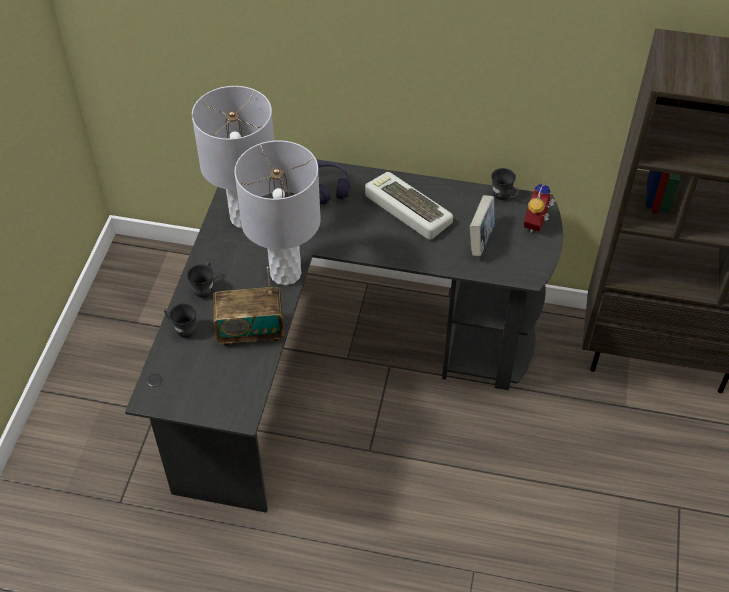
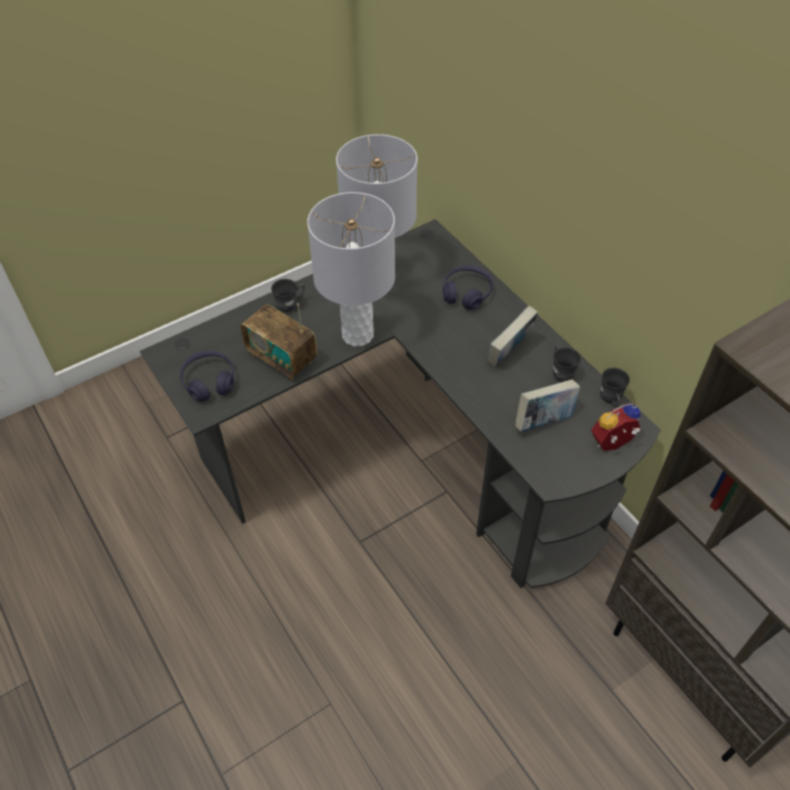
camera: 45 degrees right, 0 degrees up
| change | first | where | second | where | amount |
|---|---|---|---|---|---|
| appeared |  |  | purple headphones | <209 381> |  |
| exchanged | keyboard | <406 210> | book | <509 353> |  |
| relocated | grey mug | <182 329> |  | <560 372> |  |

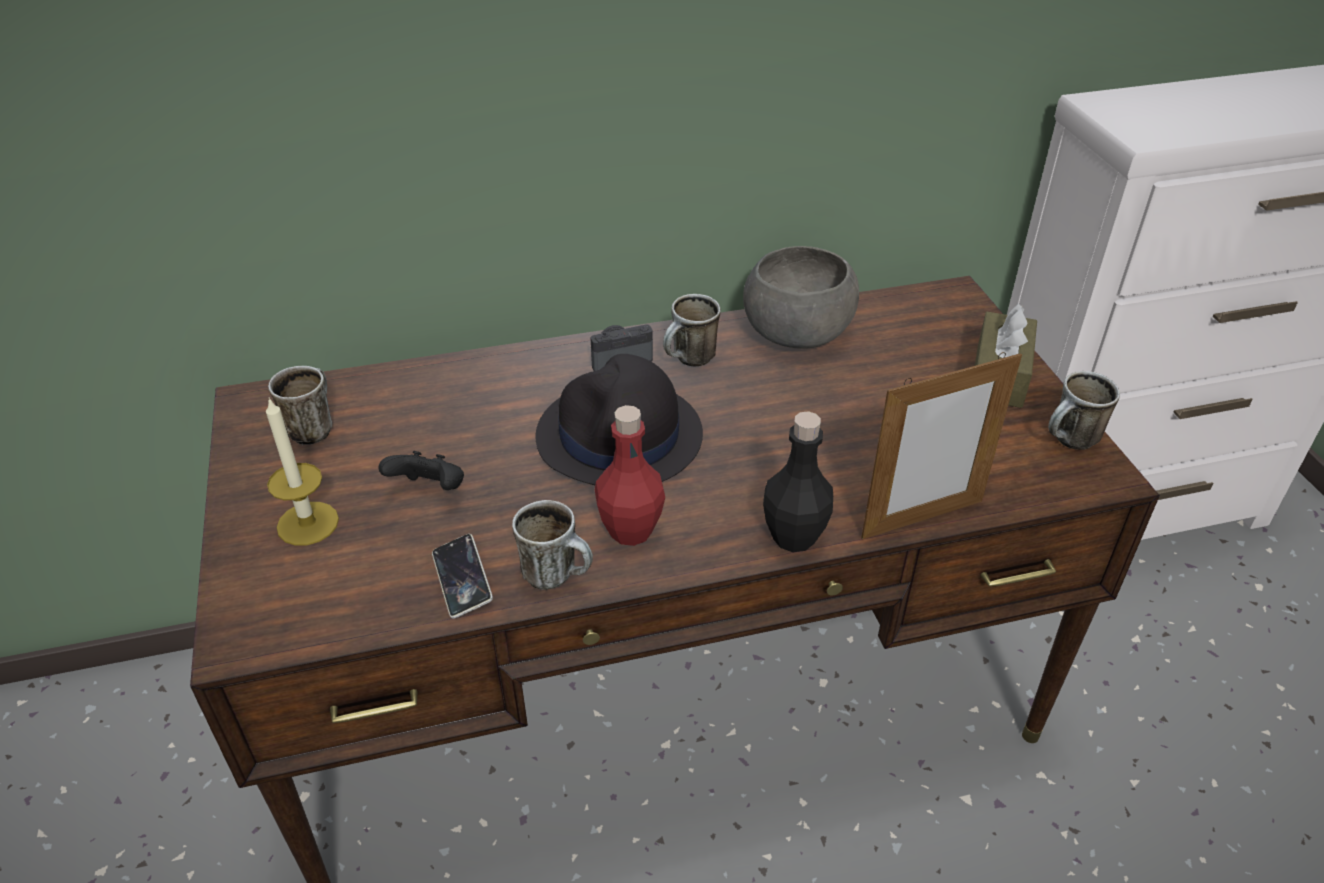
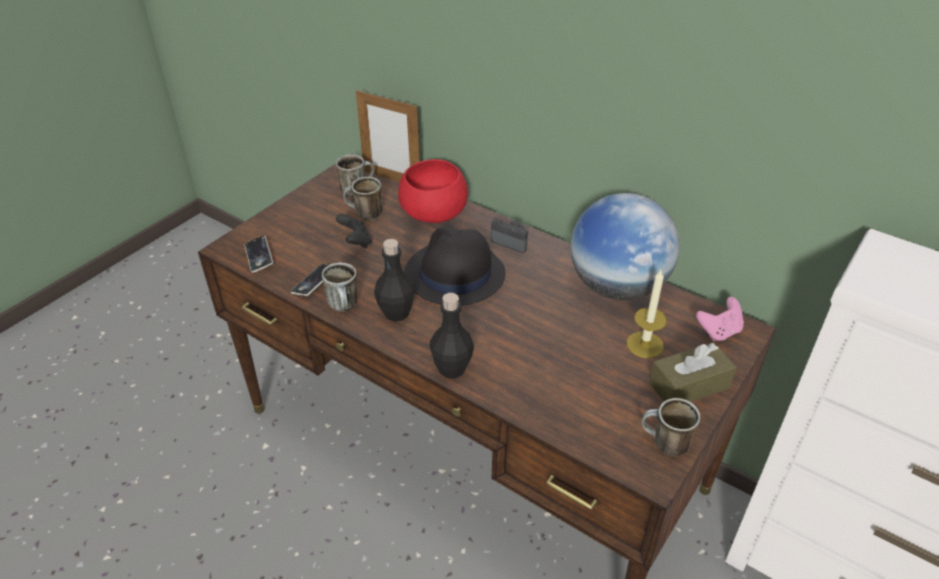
camera: 50 degrees right, 0 degrees up
| change | first | where | second | where | amount |
|---|---|---|---|---|---|
| appeared |  |  | phone | <259 256> |  |
| relocated | mug | <690 361> |  | <364 215> |  |
| relocated | picture frame | <922 519> |  | <392 179> |  |
| colour | red bottle | <630 530> | black bottle | <396 313> |  |
| appeared |  |  | red bowl | <433 212> |  |
| exchanged | grey bowl | <796 330> | globe | <617 286> |  |
| relocated | candle | <308 523> |  | <645 345> |  |
| appeared |  |  | pink game controller | <719 331> |  |

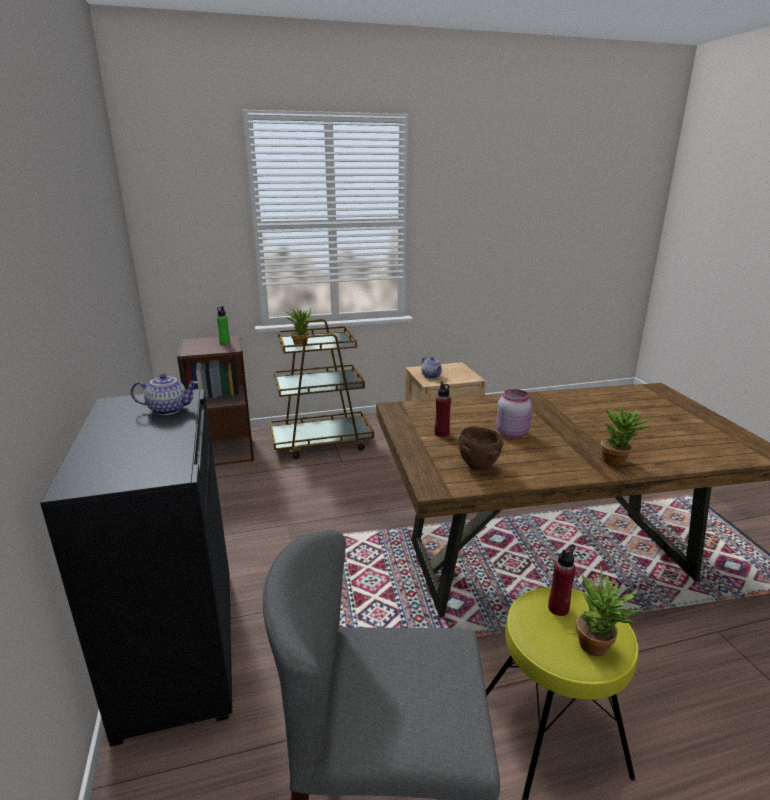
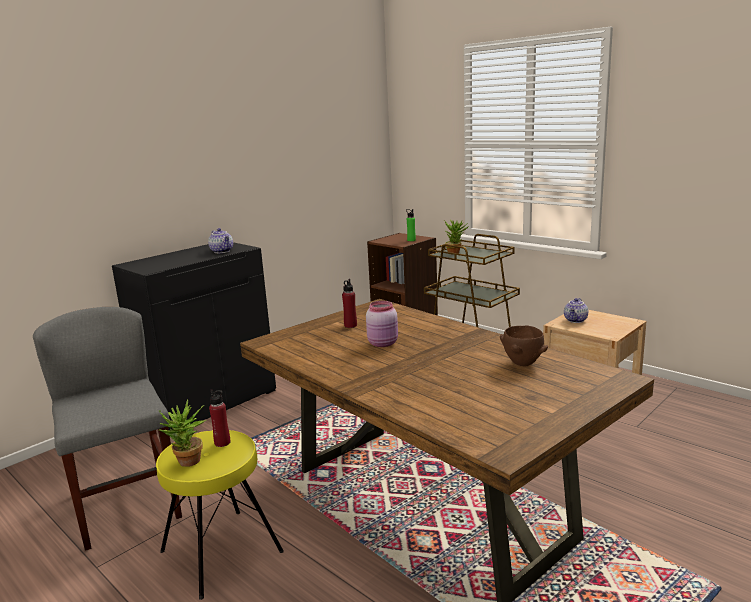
camera: 60 degrees right, 5 degrees down
| change | first | where | second | where | amount |
|---|---|---|---|---|---|
| relocated | brown bowl | <479 467> |  | <523 364> |  |
| missing | potted plant | <618 461> |  |  |  |

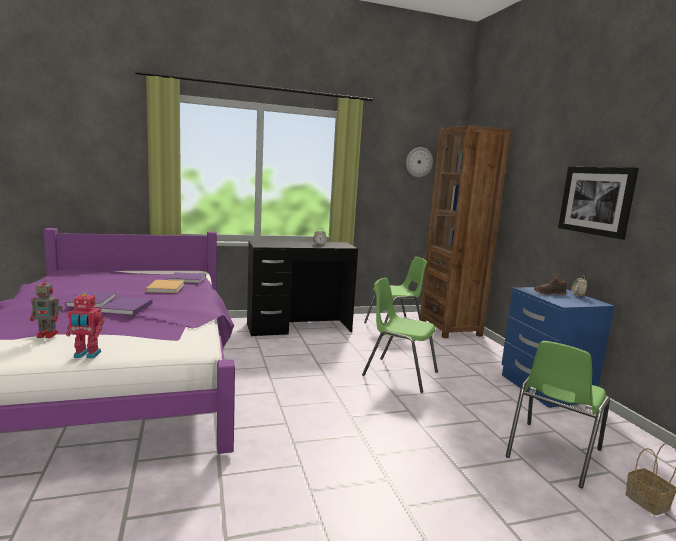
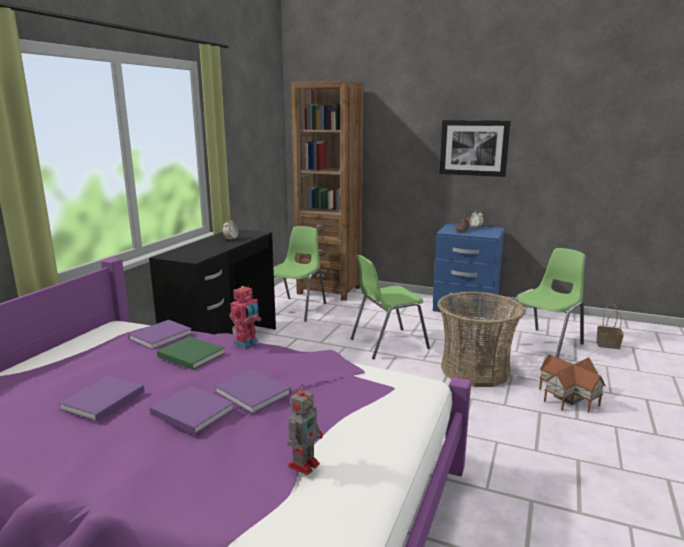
camera: 50 degrees left, 5 degrees up
| change | first | where | second | where | amount |
|---|---|---|---|---|---|
| appeared |  |  | purple book | <101 401> |  |
| colour | beige book | <166 287> | green book | <190 354> |  |
| relocated | toy robot | <86 355> |  | <247 343> |  |
| appeared |  |  | basket | <475 370> |  |
| spun | green chair | <551 453> |  | <545 345> | 120 degrees counterclockwise |
| appeared |  |  | toy house | <569 397> |  |
| missing | wall clock | <419 162> |  |  |  |

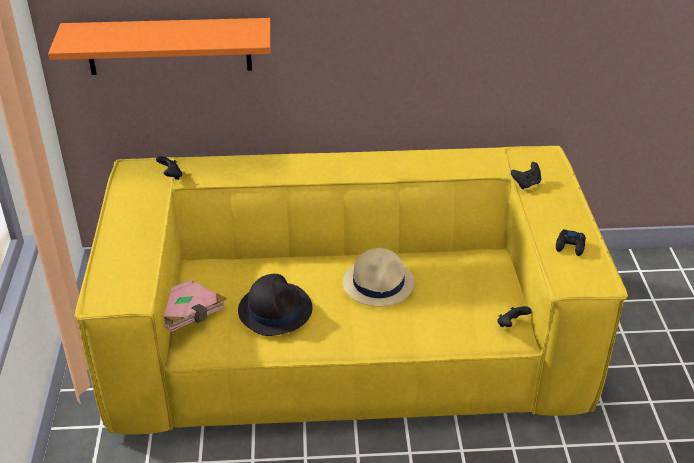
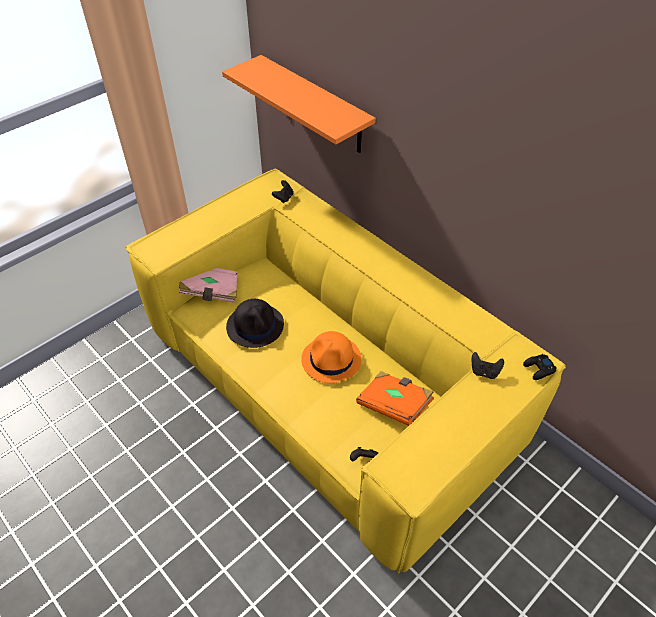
camera: 50 degrees right, 10 degrees up
| change | first | where | second | where | amount |
|---|---|---|---|---|---|
| colour | beige hat | <379 283> | orange hat | <332 360> |  |
| appeared |  |  | orange book | <394 405> |  |
| relocated | black game controller | <570 246> |  | <538 369> |  |

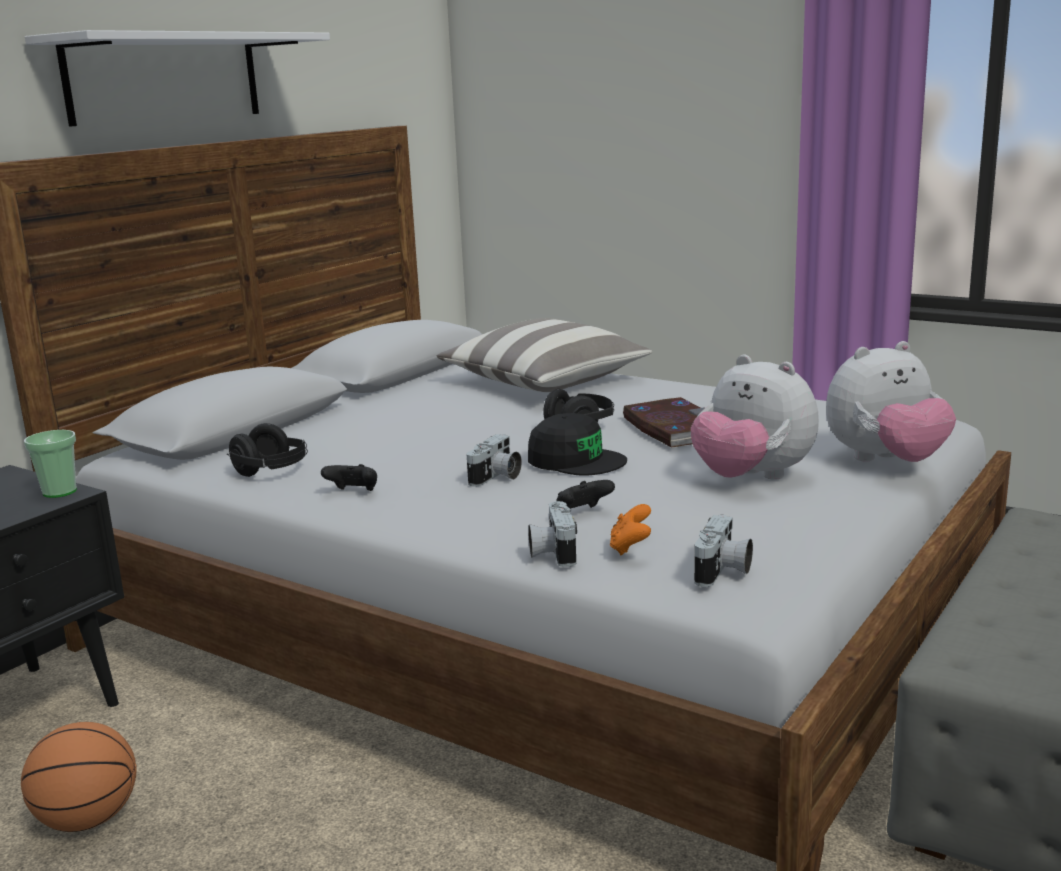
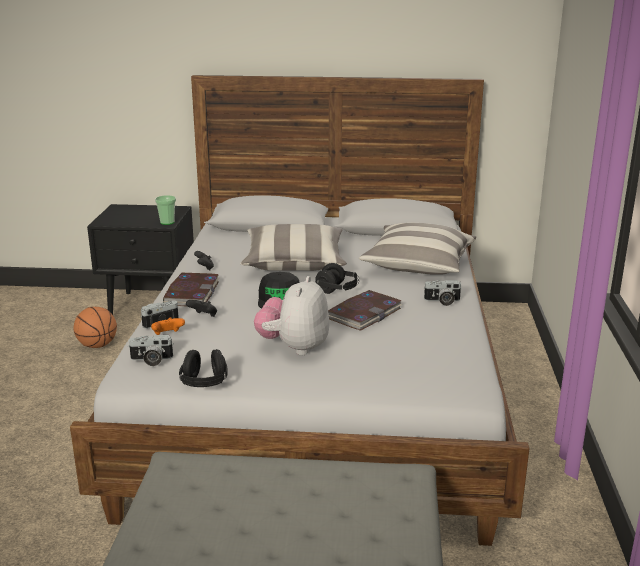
camera: 60 degrees right, 5 degrees up
| change | first | where | second | where | amount |
|---|---|---|---|---|---|
| appeared |  |  | book | <191 293> |  |
| relocated | black headphones | <271 472> |  | <204 384> |  |
| appeared |  |  | pillow | <294 263> |  |
| relocated | photo camera | <496 477> |  | <442 301> |  |
| missing | white shelf | <165 78> |  |  |  |
| missing | plush toy | <885 461> |  |  |  |

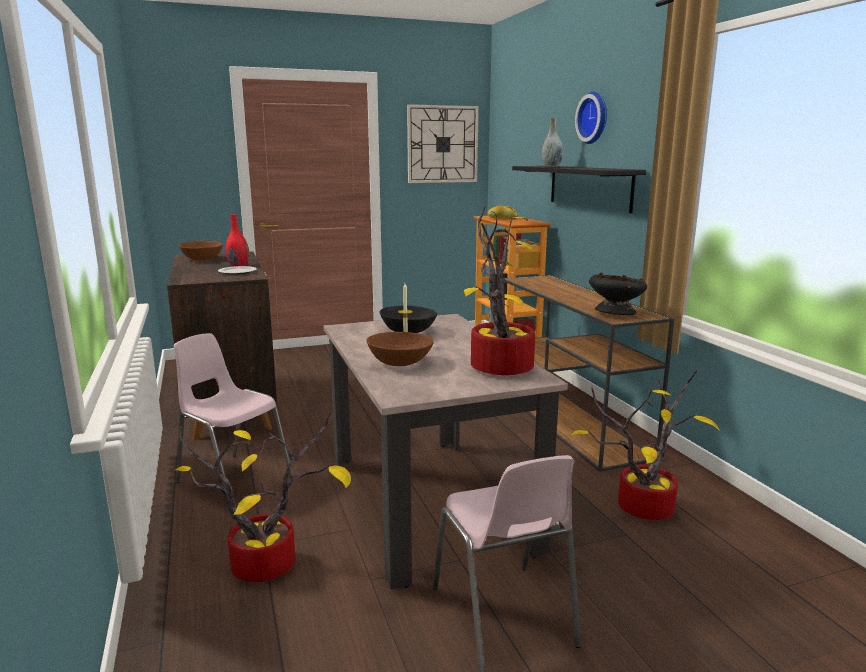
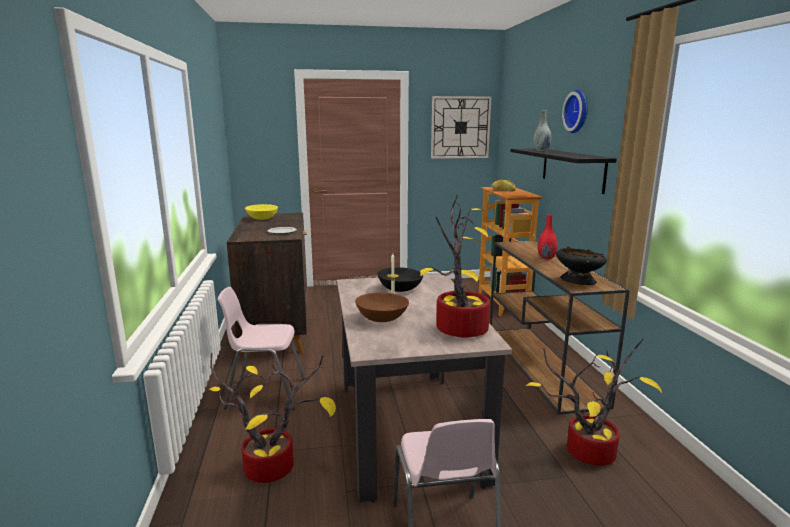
camera: 10 degrees right, 0 degrees up
| change | first | where | second | where | amount |
|---|---|---|---|---|---|
| spun | pink chair | <234 479> |  | <265 393> | 45 degrees counterclockwise |
| colour | brown bowl | <201 259> | yellow bowl | <262 218> |  |
| relocated | red vase | <238 266> |  | <546 257> |  |

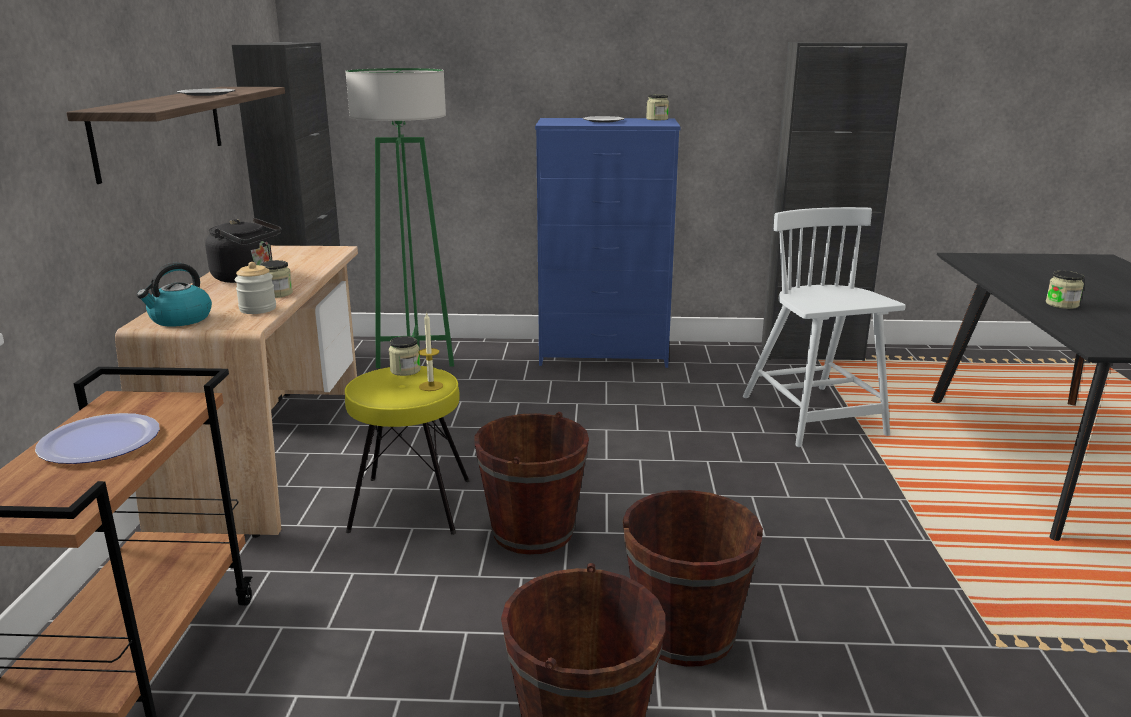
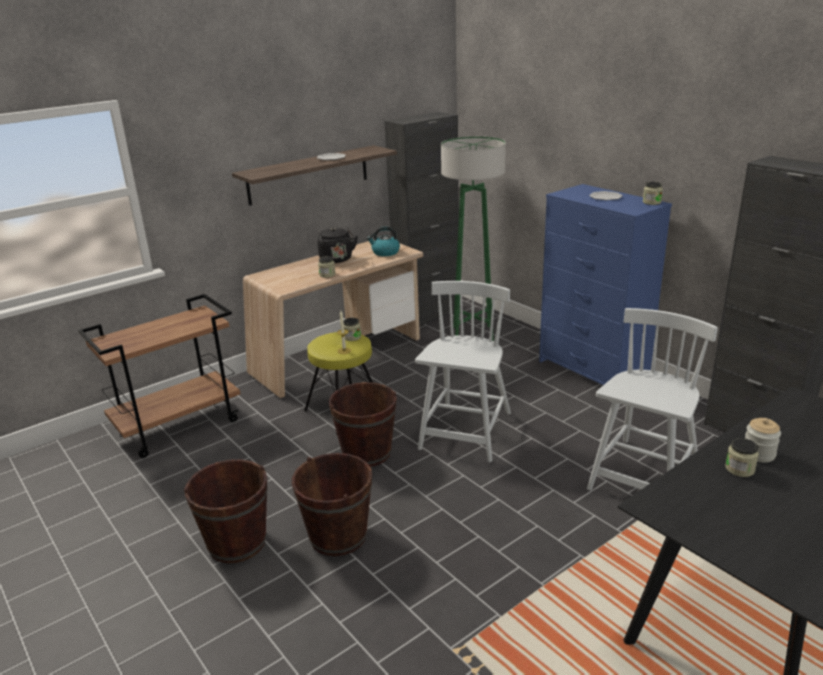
camera: 50 degrees right, 5 degrees up
| change | first | where | second | where | amount |
|---|---|---|---|---|---|
| relocated | kettle | <180 319> |  | <385 252> |  |
| appeared |  |  | white chair | <466 432> |  |
| relocated | jar | <258 309> |  | <758 454> |  |
| missing | plate | <100 441> |  |  |  |

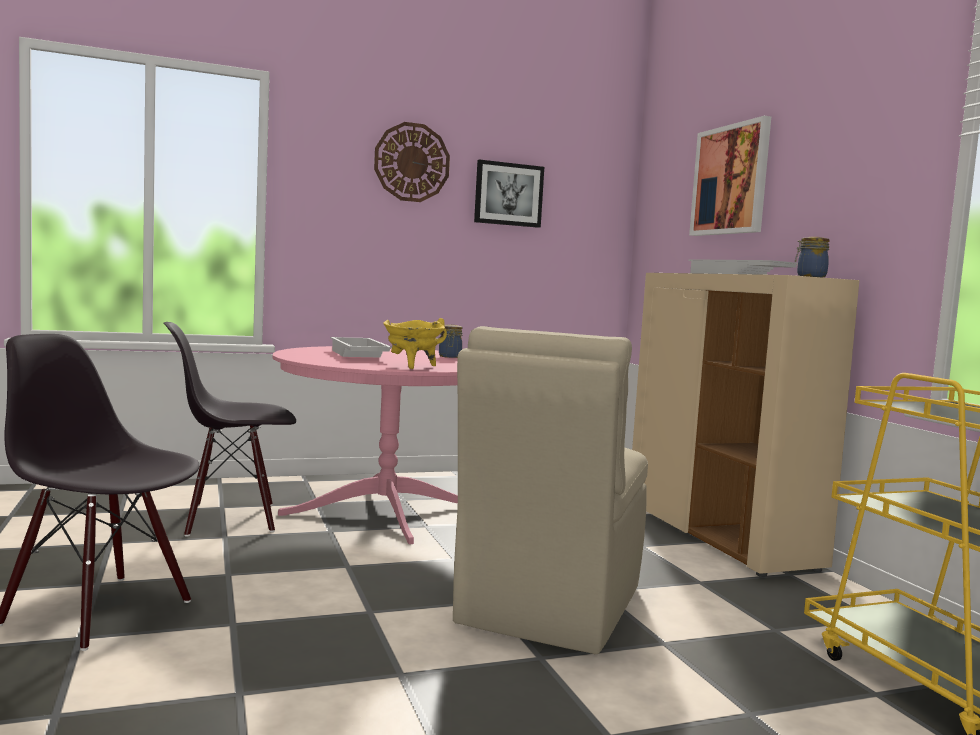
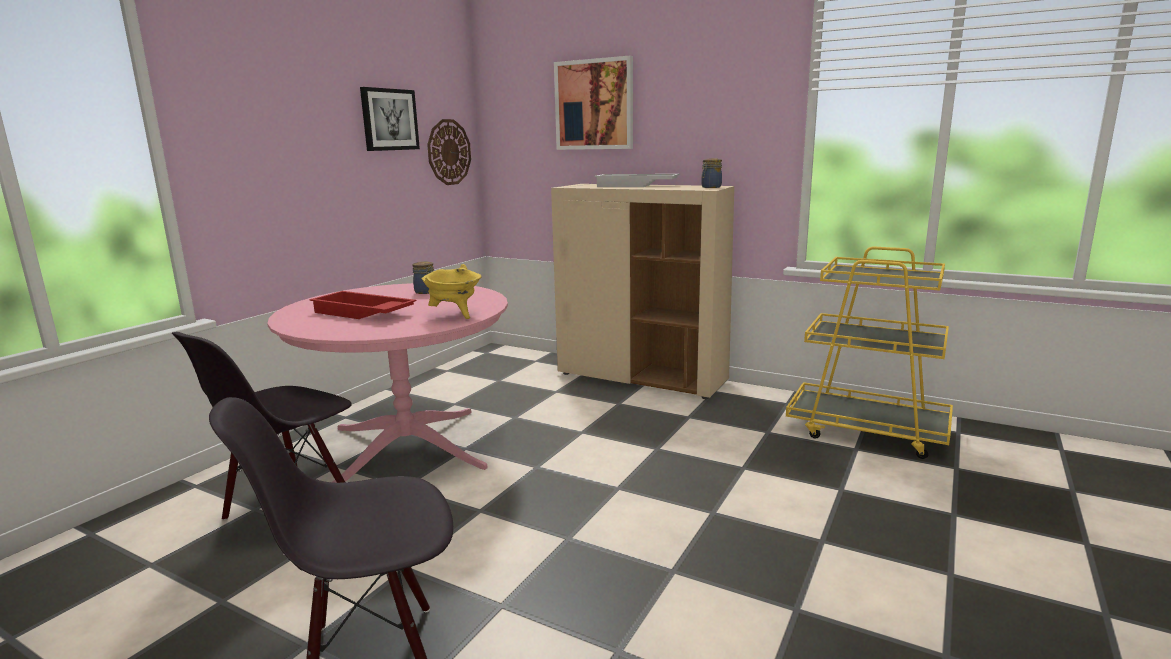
camera: 40 degrees left, 10 degrees up
| change | first | where | second | where | amount |
|---|---|---|---|---|---|
| colour | white tray | <357 355> | red tray | <362 313> |  |
| relocated | wall clock | <412 162> |  | <449 152> |  |
| missing | beige chair | <548 606> |  |  |  |

